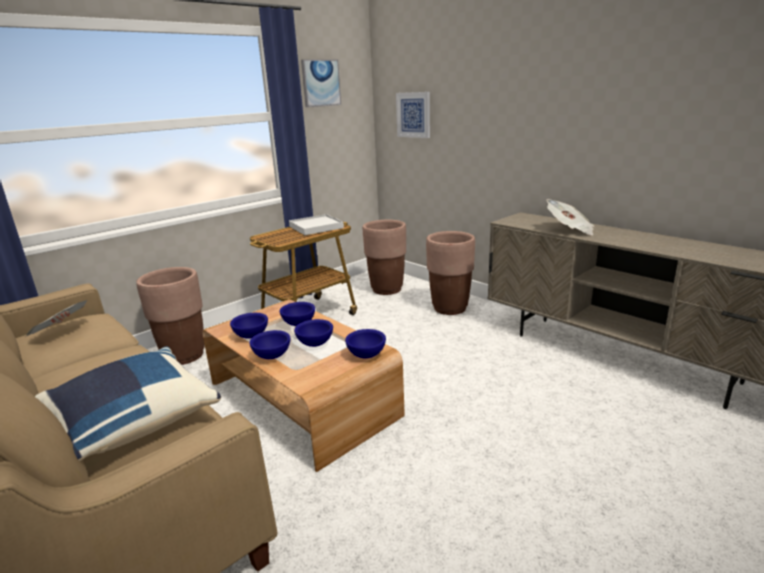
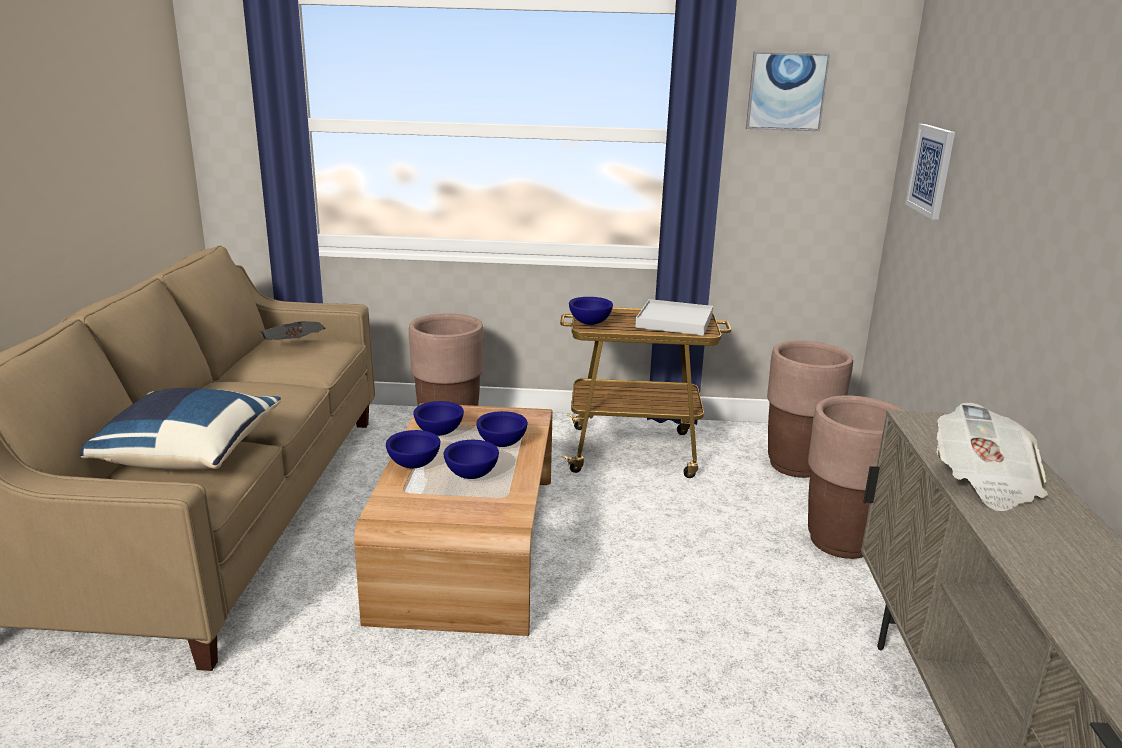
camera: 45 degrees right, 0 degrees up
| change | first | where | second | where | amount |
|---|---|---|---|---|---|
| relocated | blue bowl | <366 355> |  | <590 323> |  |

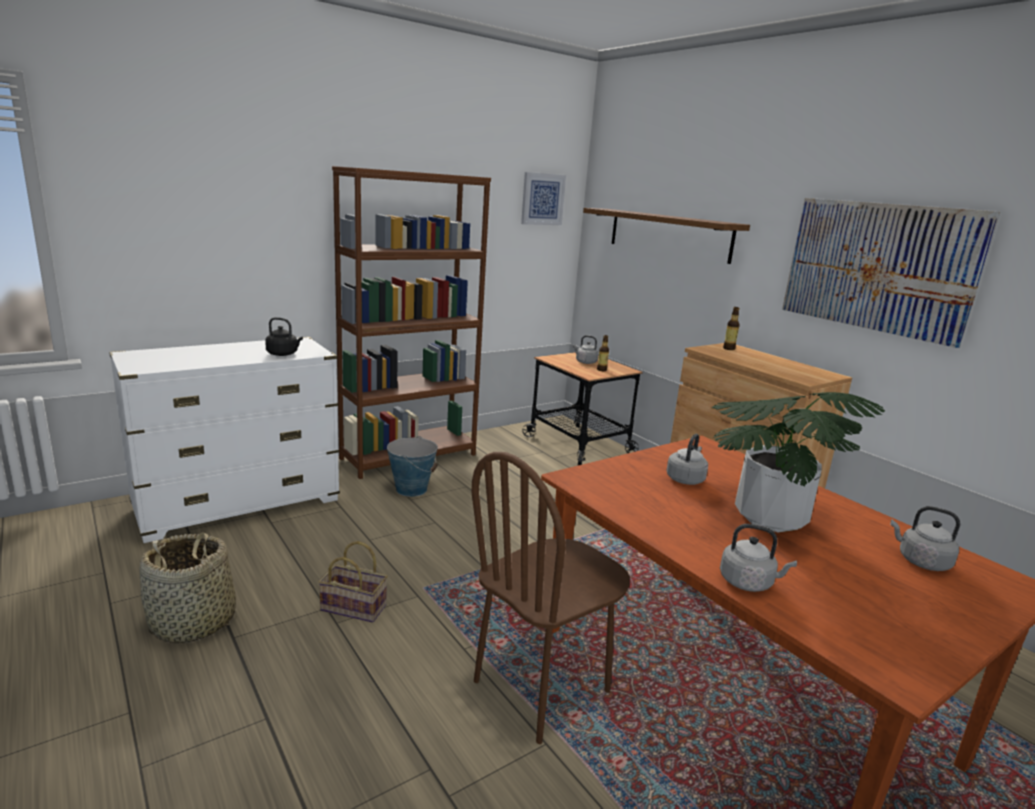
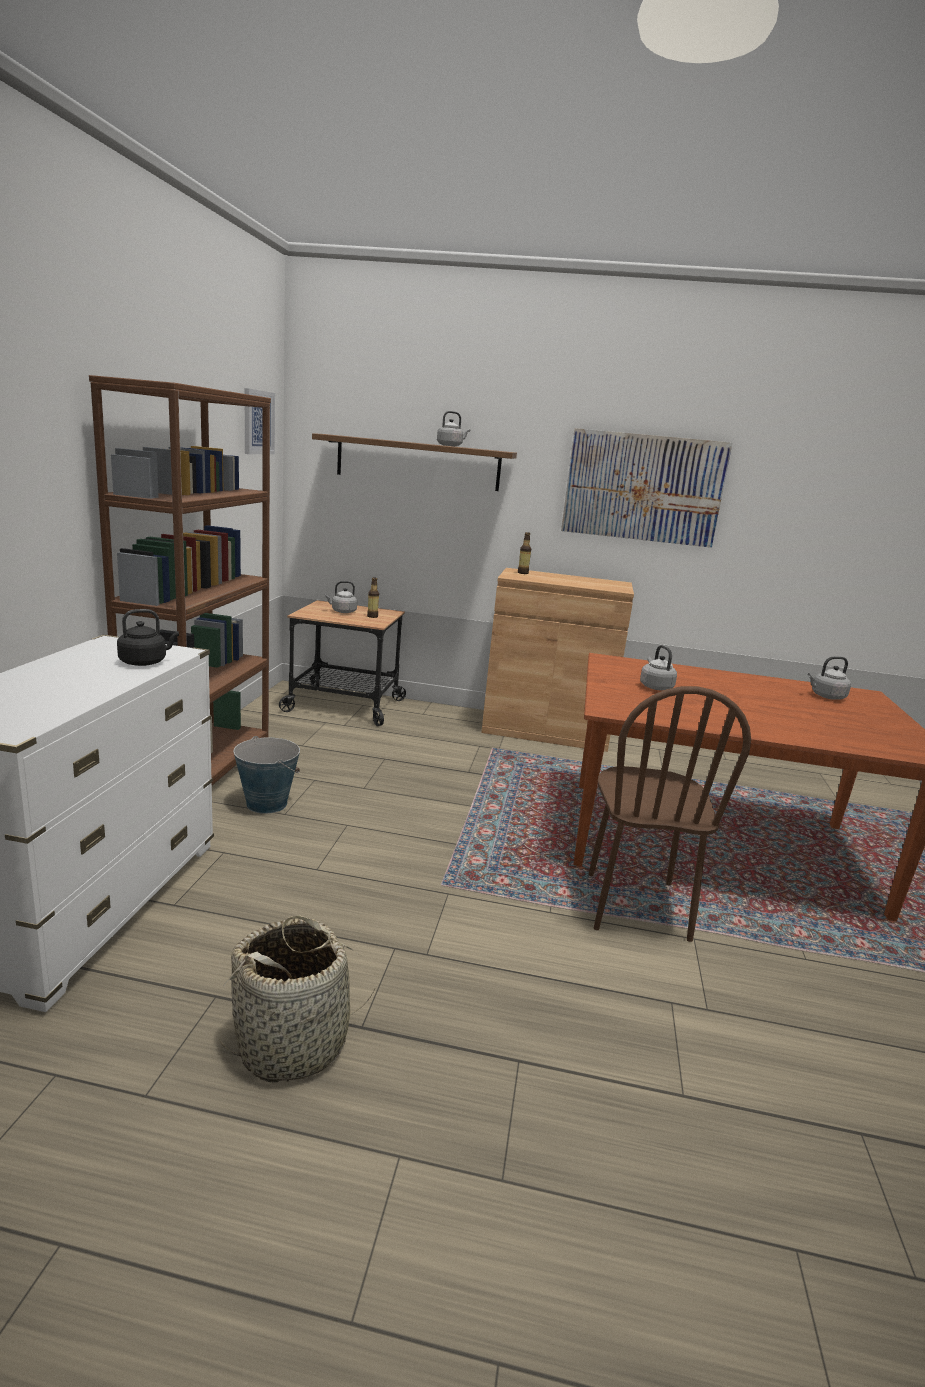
camera: 45 degrees left, 0 degrees up
| change | first | where | second | where | amount |
|---|---|---|---|---|---|
| relocated | grey kettle | <748 582> |  | <450 446> |  |
| missing | basket | <355 607> |  |  |  |
| missing | potted plant | <769 518> |  |  |  |

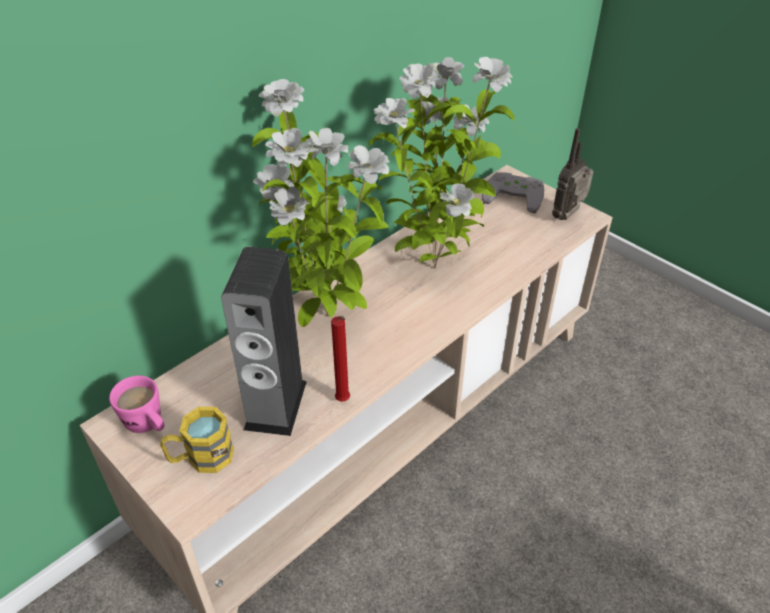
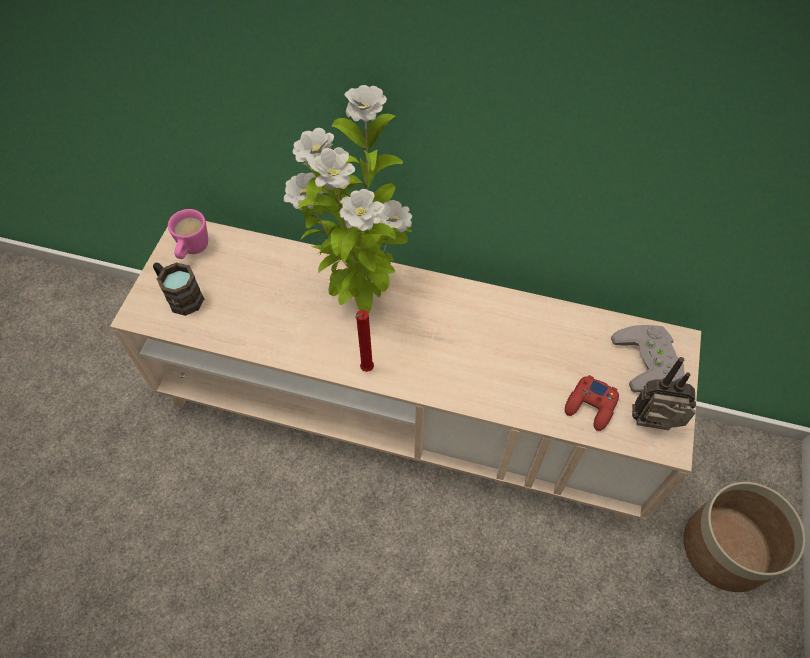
camera: 60 degrees right, 15 degrees up
| change | first | where | second | where | amount |
|---|---|---|---|---|---|
| colour | yellow mug | <201 458> | brown mug | <180 296> |  |
| relocated | red candle | <343 401> |  | <365 370> |  |
| appeared |  |  | red game controller | <591 406> |  |
| appeared |  |  | planter | <726 549> |  |
| missing | speaker | <275 405> |  |  |  |
| missing | potted plant | <434 265> |  |  |  |

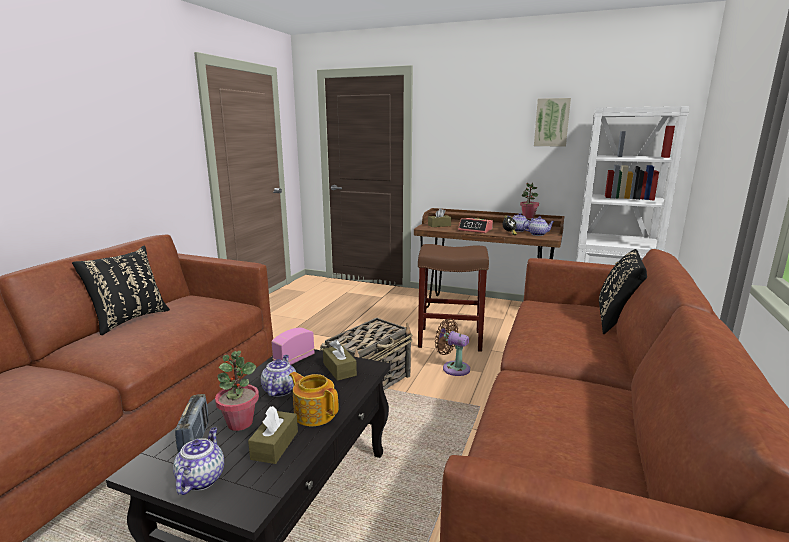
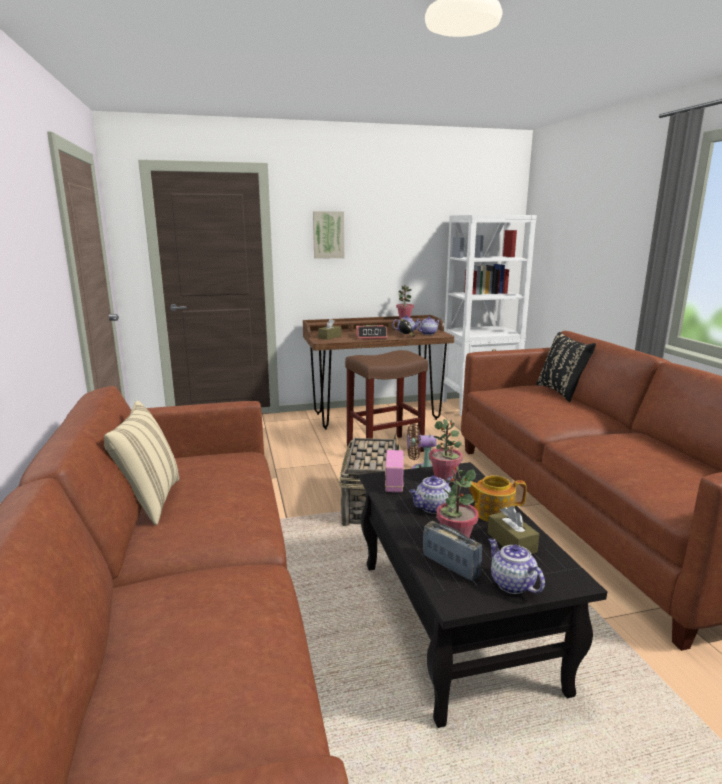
camera: 35 degrees left, 0 degrees up
| change | first | where | second | where | amount |
|---|---|---|---|---|---|
| colour | black pillow | <129 319> | beige pillow | <149 501> |  |
| relocated | picture | <552 122> |  | <328 235> |  |
| spun | teapot | <279 390> |  | <432 508> | 90 degrees counterclockwise |
| exchanged | brown tissue box | <339 369> | potted plant | <444 478> |  |

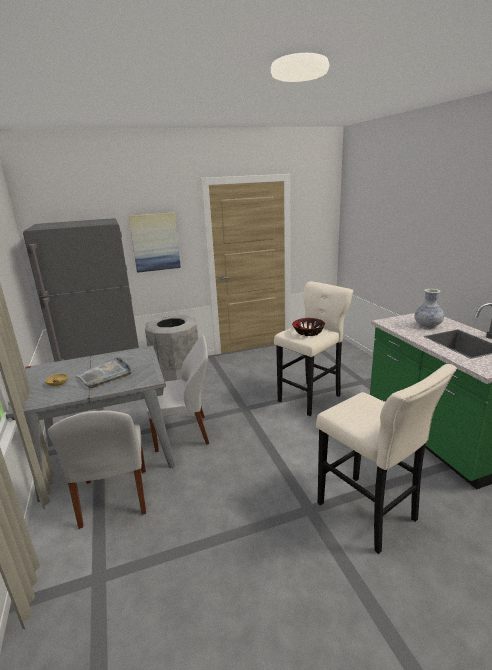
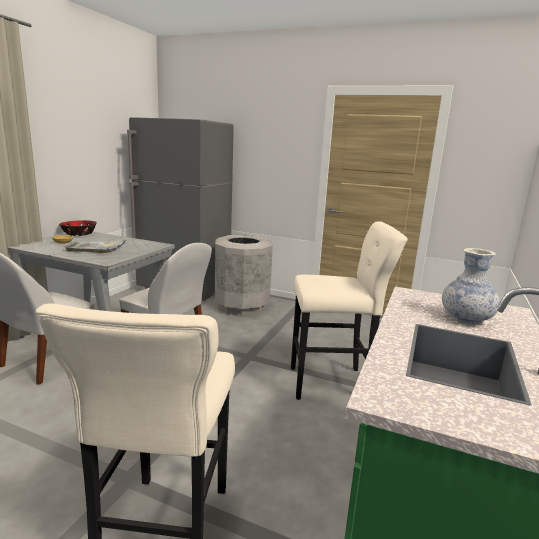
camera: 40 degrees right, 5 degrees down
| change | first | where | second | where | amount |
|---|---|---|---|---|---|
| relocated | bowl | <308 333> |  | <78 234> |  |
| missing | picture | <155 242> |  |  |  |

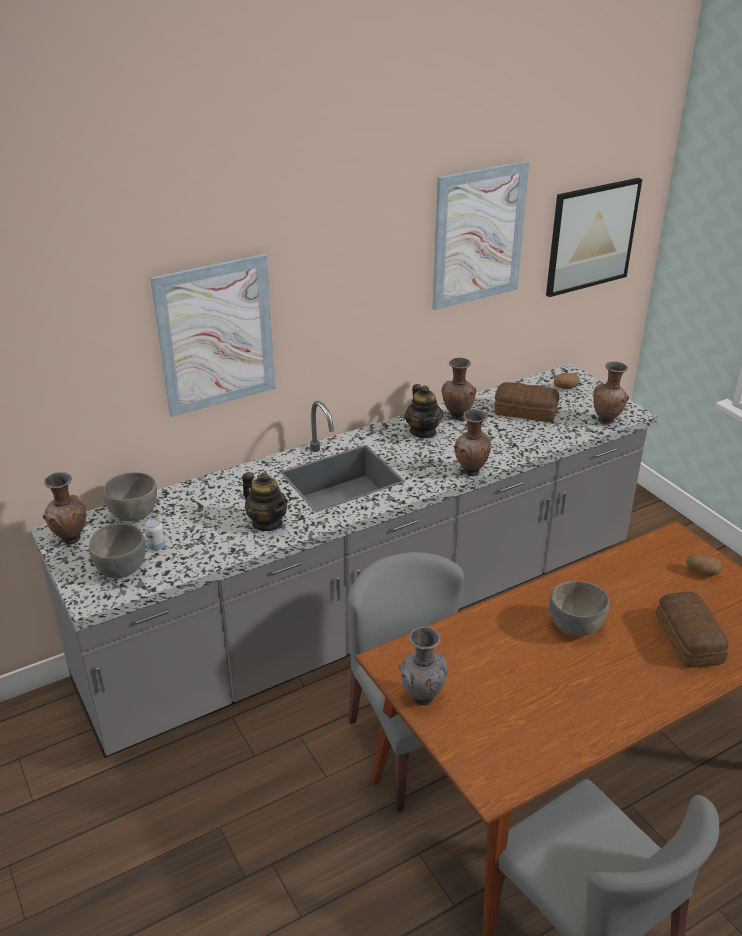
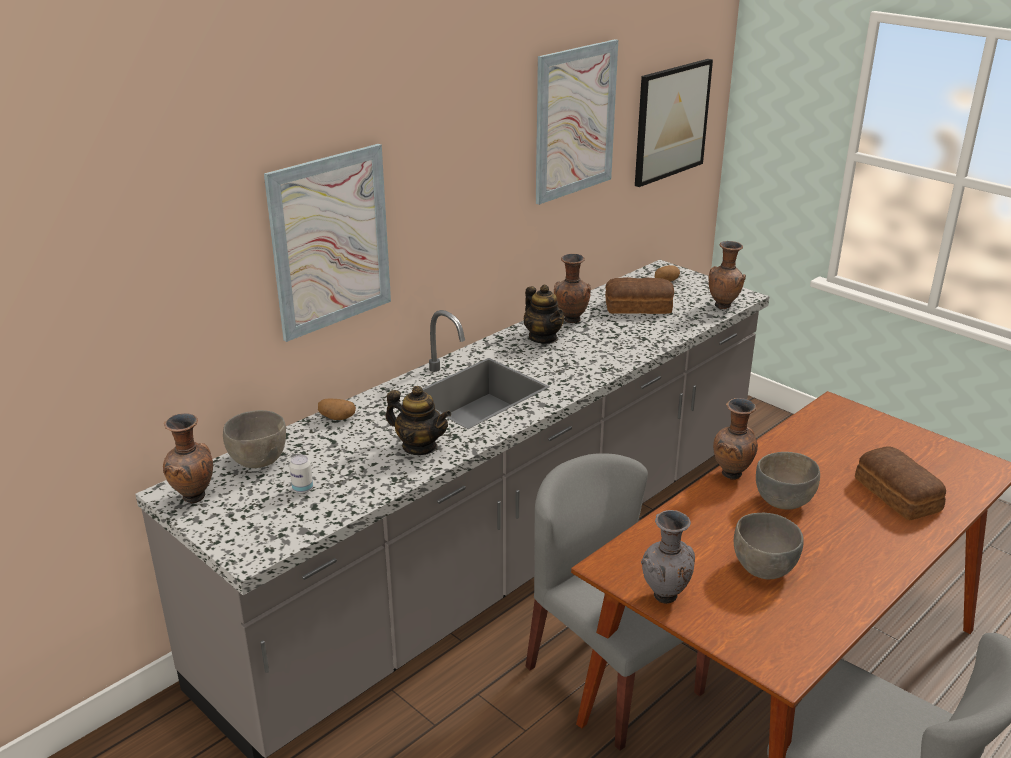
camera: 15 degrees left, 5 degrees down
| change | first | where | second | where | amount |
|---|---|---|---|---|---|
| relocated | potato | <702 572> |  | <336 418> |  |
| relocated | brown vase | <471 473> |  | <732 475> |  |
| relocated | grey bowl | <121 569> |  | <763 568> |  |

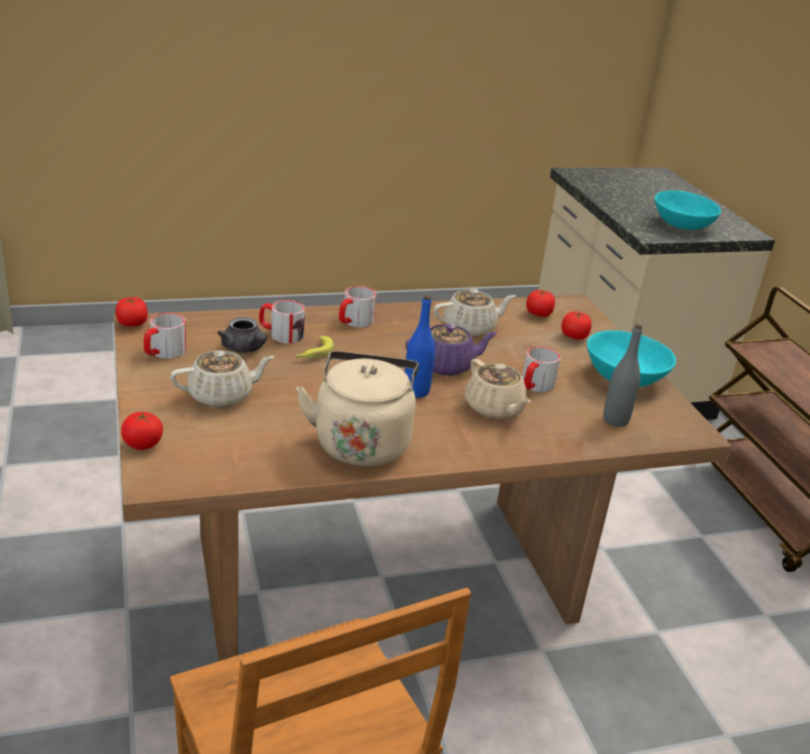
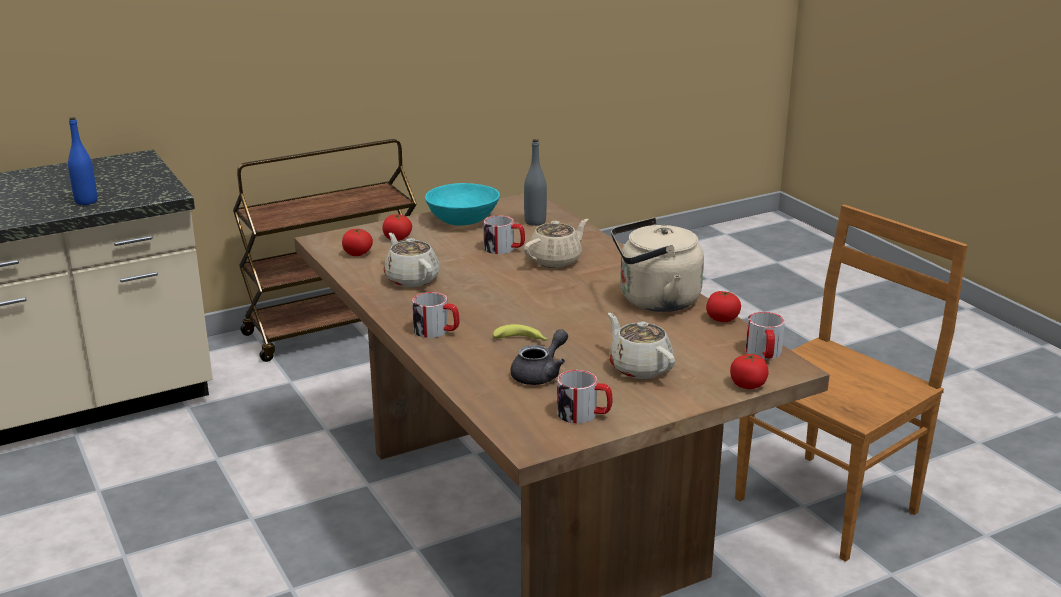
camera: 100 degrees left, 5 degrees down
| change | first | where | second | where | amount |
|---|---|---|---|---|---|
| relocated | blue bottle | <416 391> |  | <86 201> |  |
| relocated | tomato | <132 324> |  | <722 319> |  |
| relocated | mug | <281 334> |  | <764 354> |  |
| missing | purple teapot | <447 366> |  |  |  |
| missing | turquoise bowl | <681 225> |  |  |  |

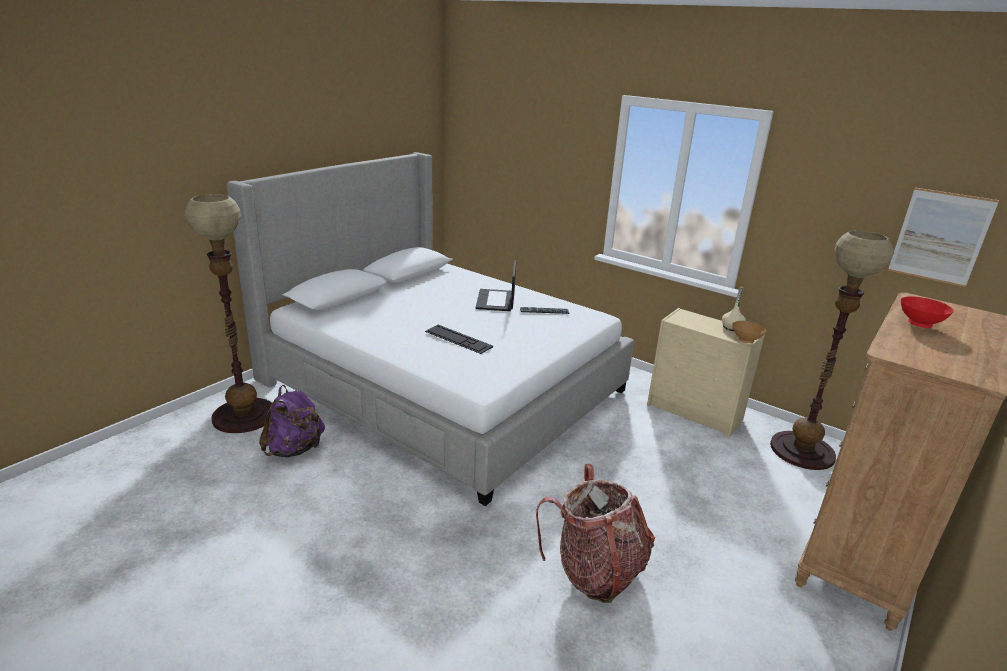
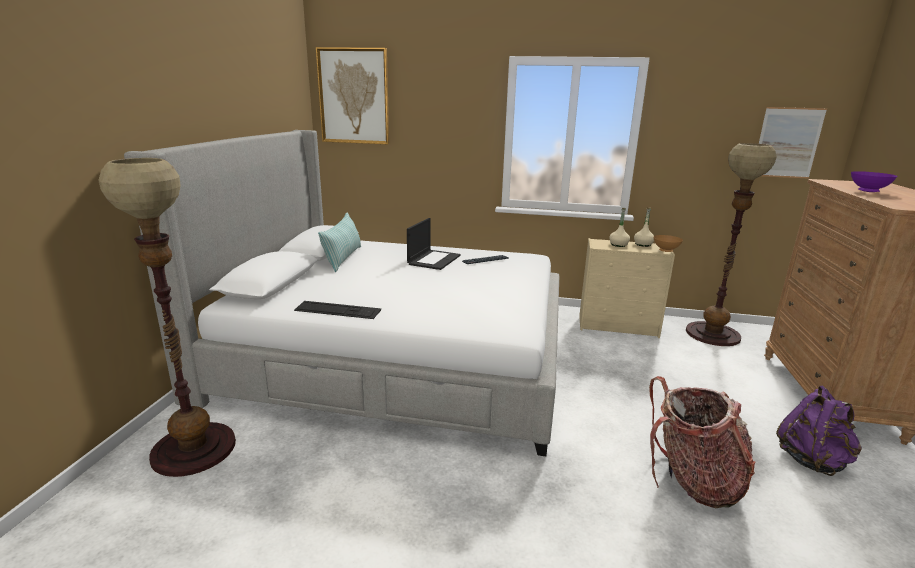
camera: 25 degrees left, 5 degrees down
| change | first | where | second | where | amount |
|---|---|---|---|---|---|
| relocated | keyboard | <458 339> |  | <337 310> |  |
| appeared |  |  | picture | <354 96> |  |
| appeared |  |  | pillow | <343 258> |  |
| spun | laptop | <496 301> |  | <434 259> | 135 degrees counterclockwise |
| appeared |  |  | beige bottle | <618 245> |  |
| relocated | purple backpack | <294 449> |  | <812 460> |  |
| colour | red bowl | <919 325> | purple bowl | <868 192> |  |

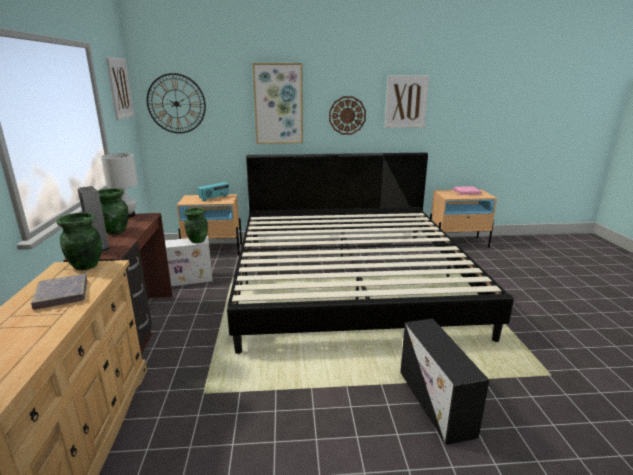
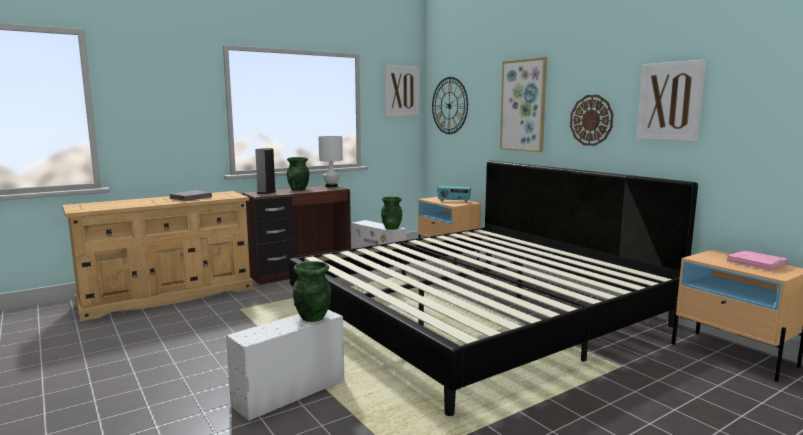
camera: 60 degrees right, 10 degrees down
| change | first | where | second | where | amount |
|---|---|---|---|---|---|
| colour | black storage box | <436 403> | white storage box | <288 393> |  |
| relocated | green vase | <86 266> |  | <312 318> |  |

